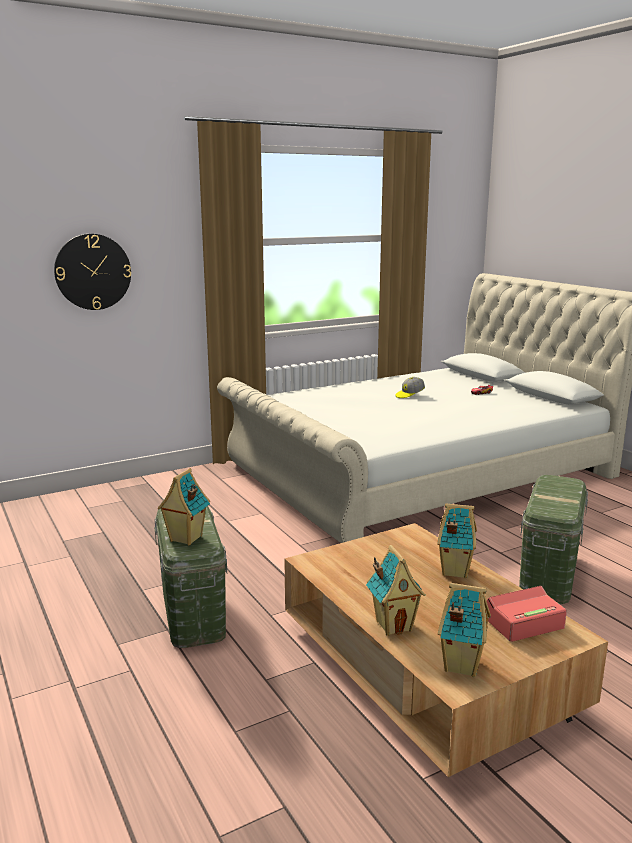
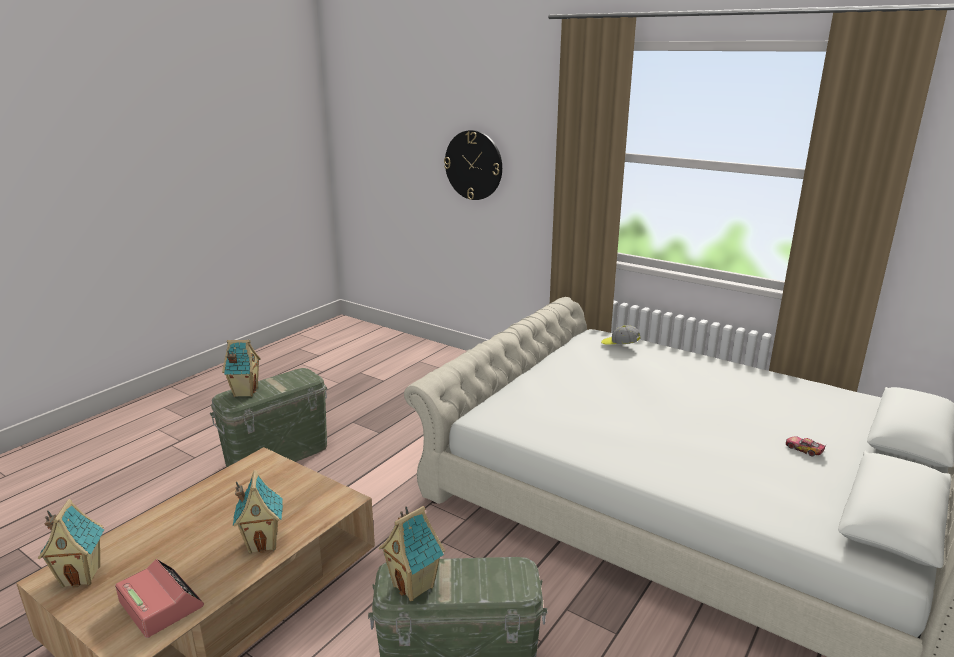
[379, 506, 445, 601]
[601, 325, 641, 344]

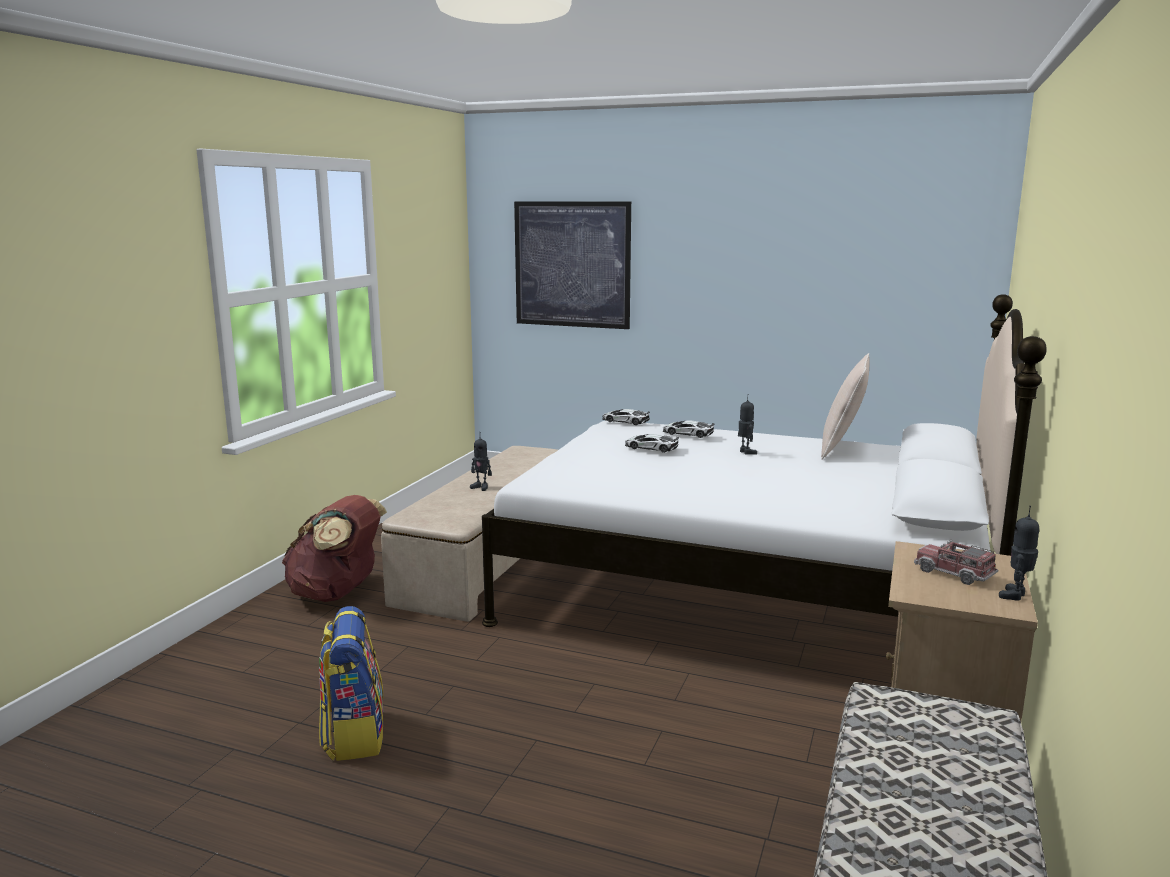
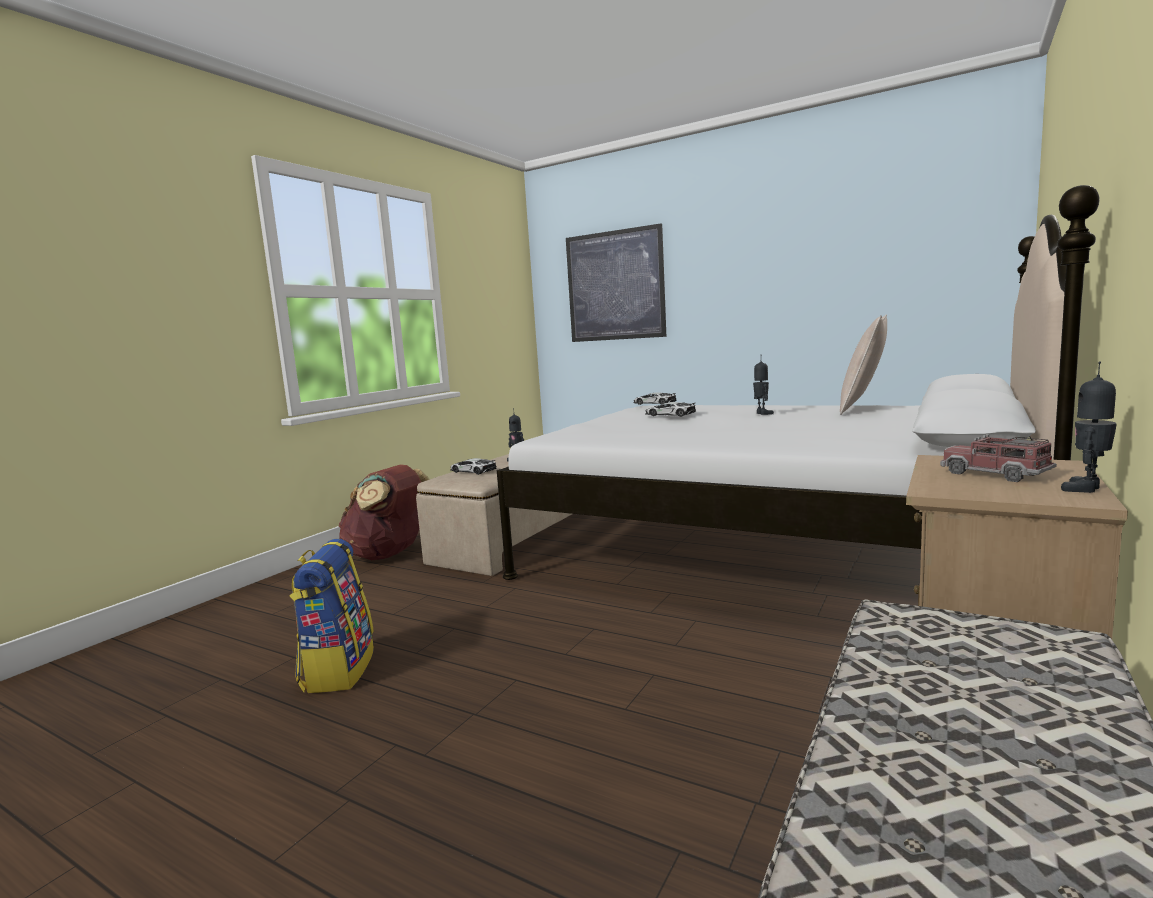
[450, 458, 496, 475]

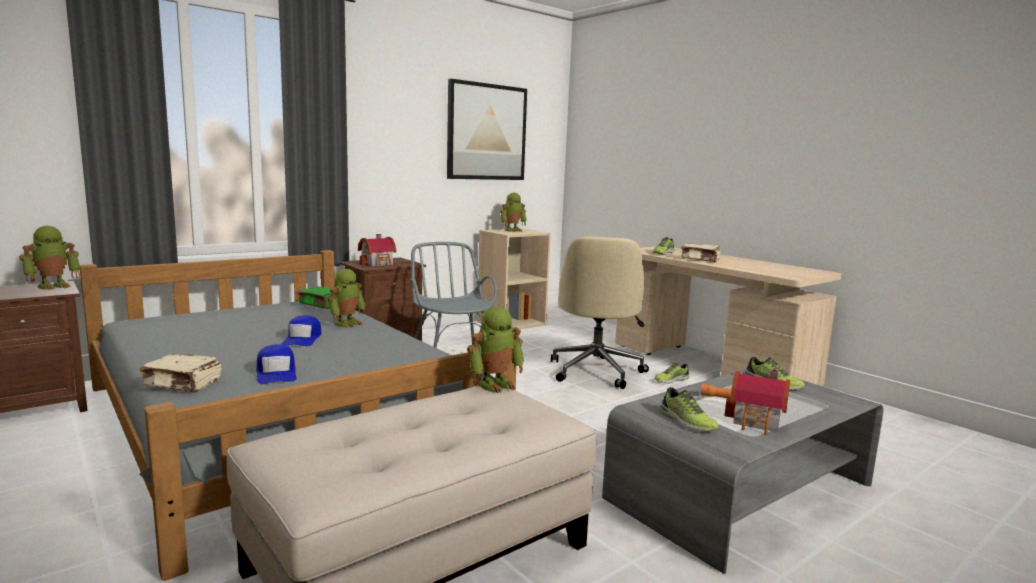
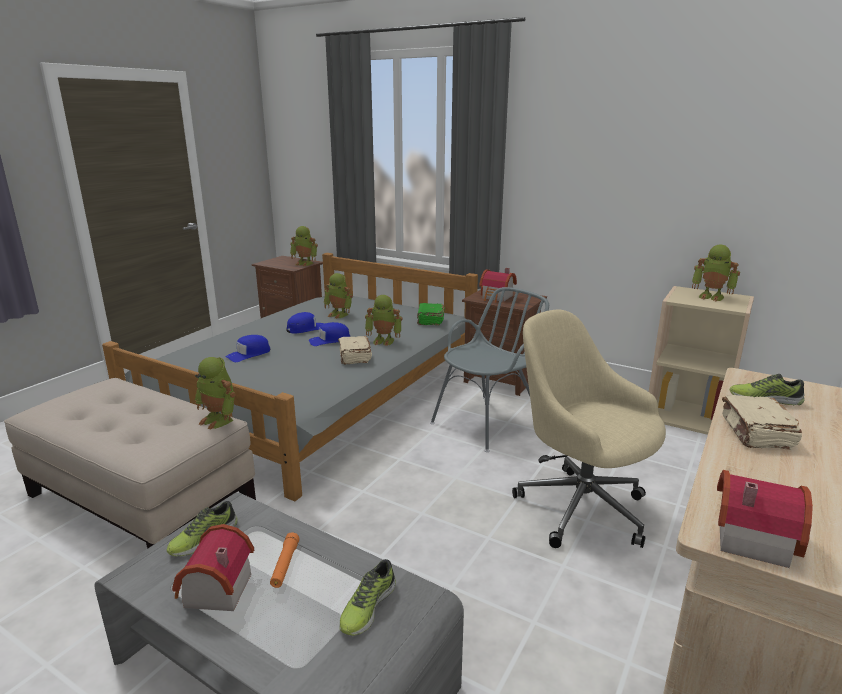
[447, 79, 527, 180] (first image)
[655, 363, 689, 383] (first image)
[286, 312, 324, 334]
[324, 273, 353, 319]
[717, 470, 813, 568]
[338, 336, 372, 365]
[512, 310, 666, 548]

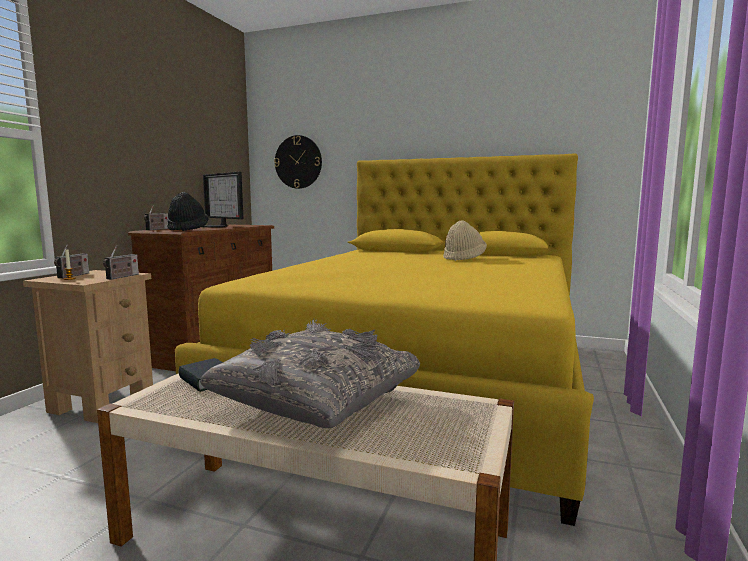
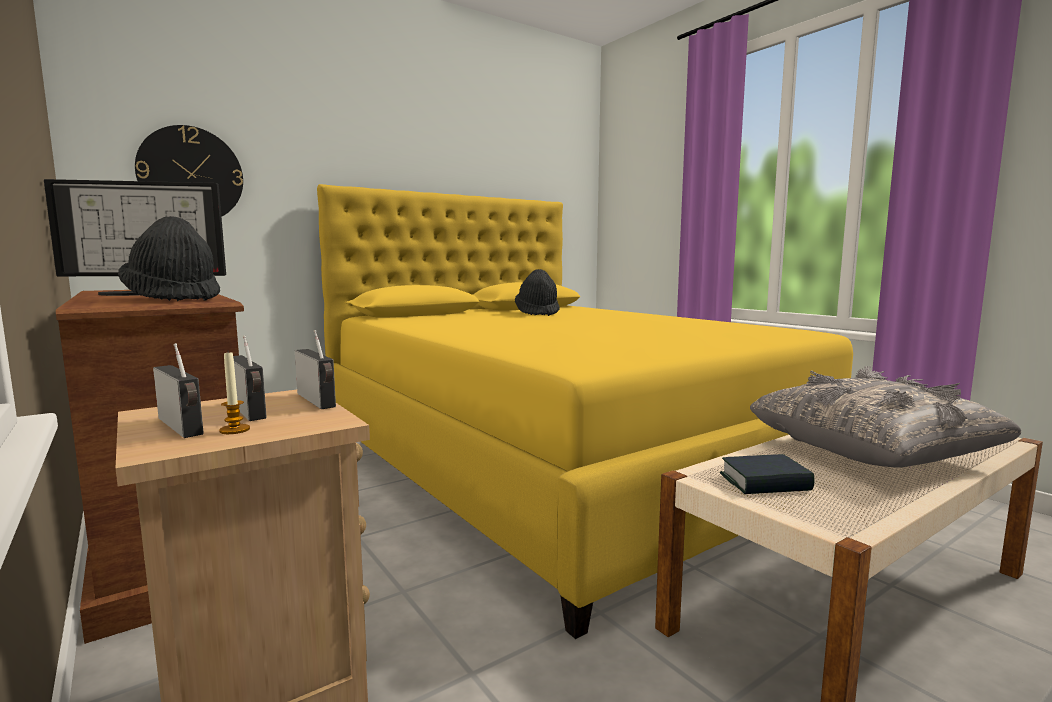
[233, 335, 267, 421]
[515, 269, 560, 316]

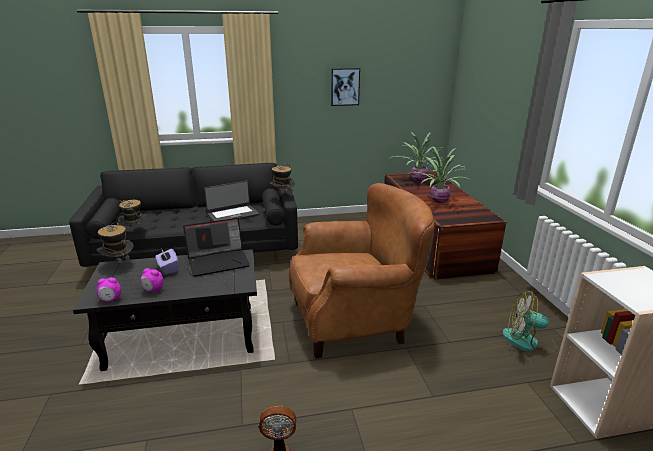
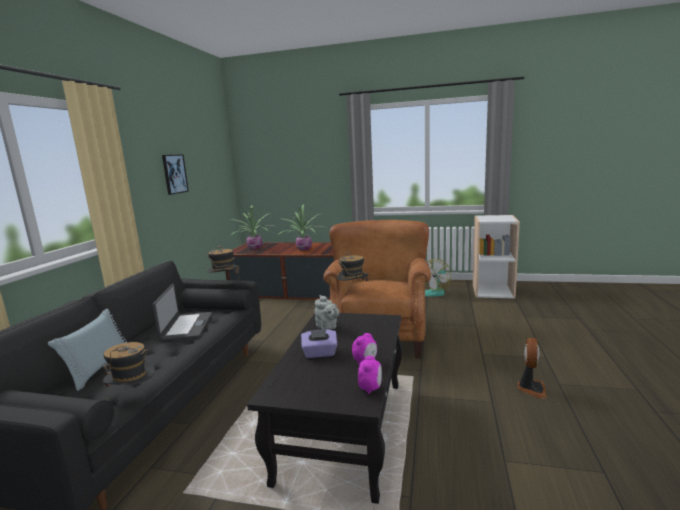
[48, 309, 127, 391]
[337, 252, 369, 287]
[315, 295, 339, 330]

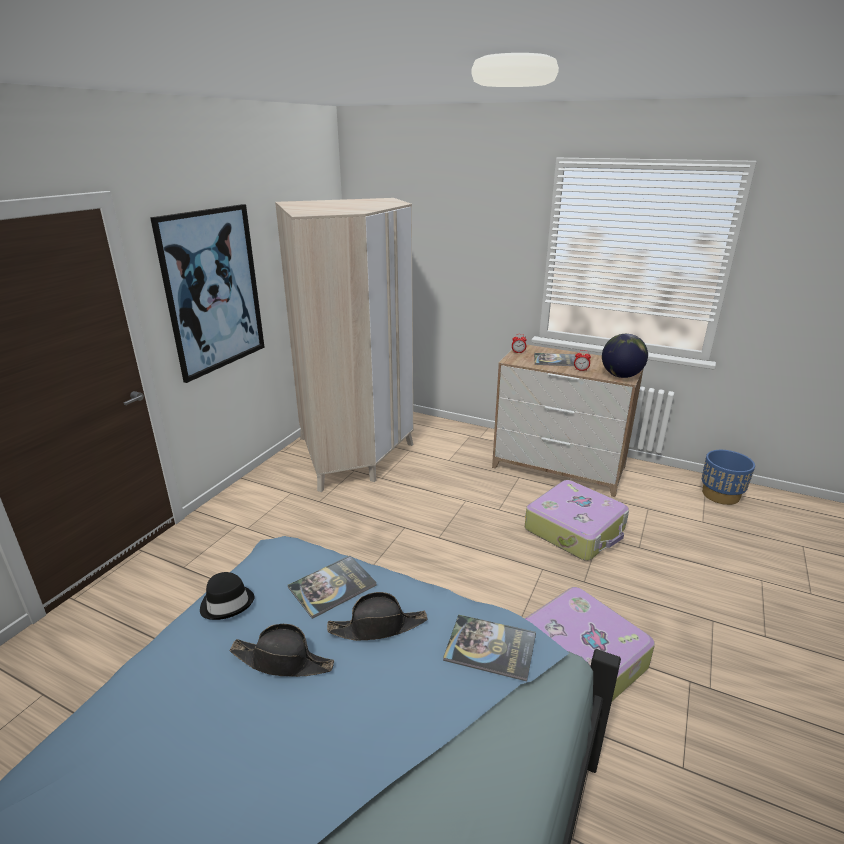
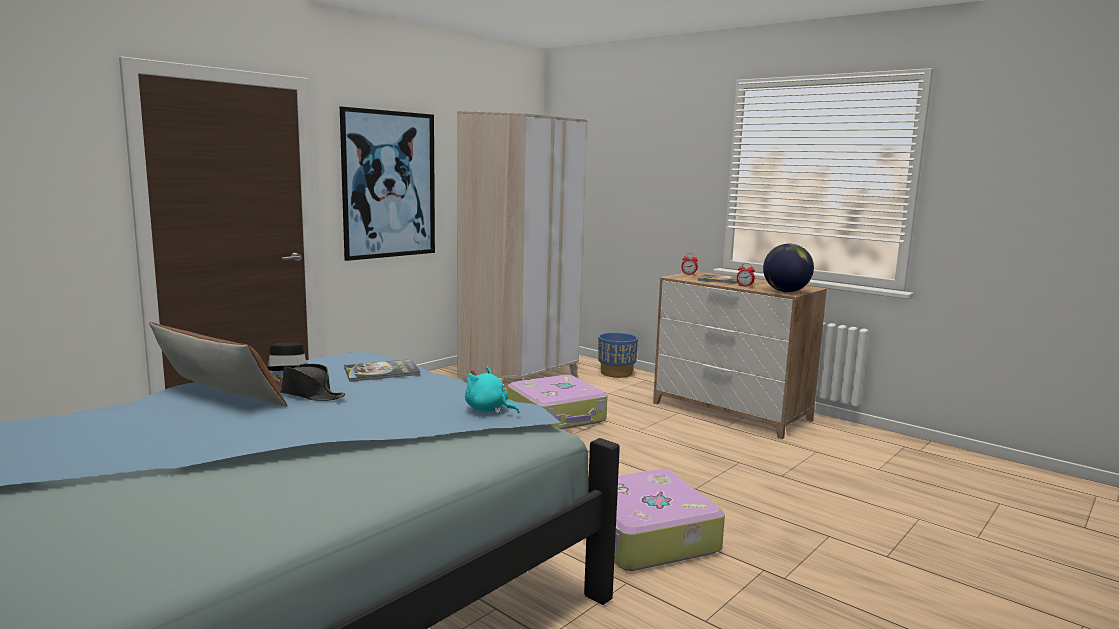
[327, 592, 428, 641] (first image)
[149, 322, 287, 407]
[507, 375, 607, 429]
[598, 332, 638, 378]
[465, 367, 520, 414]

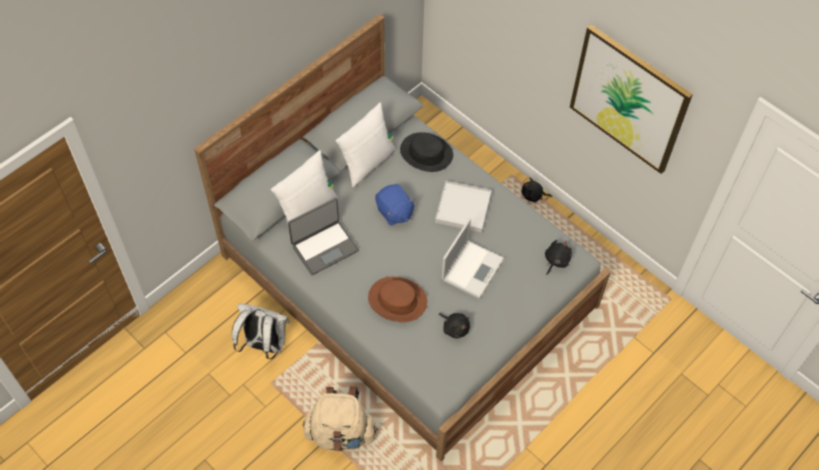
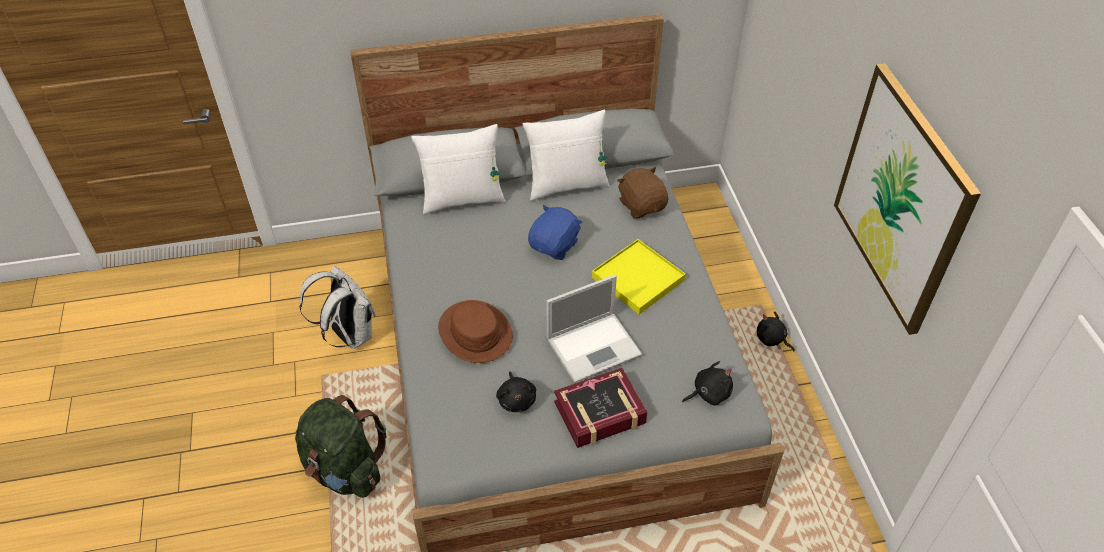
[288, 198, 359, 275] (first image)
[554, 368, 648, 448]
[617, 167, 668, 218]
[295, 395, 387, 498]
[592, 239, 686, 314]
[528, 205, 582, 260]

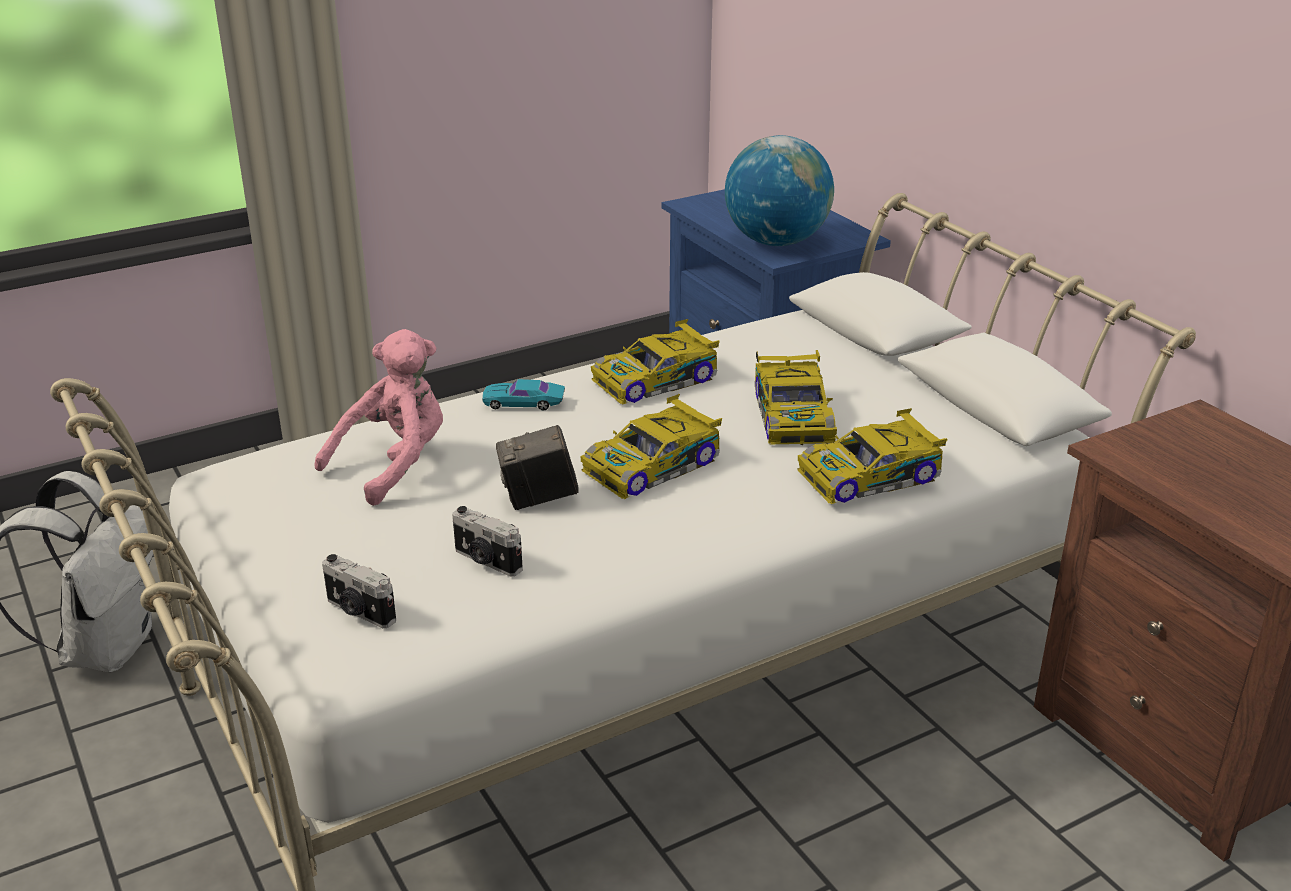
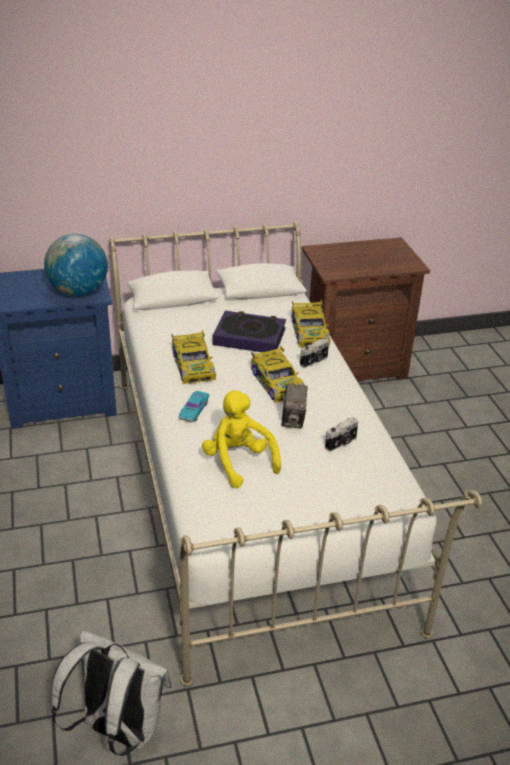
[300, 338, 329, 368]
[212, 311, 286, 354]
[202, 390, 281, 488]

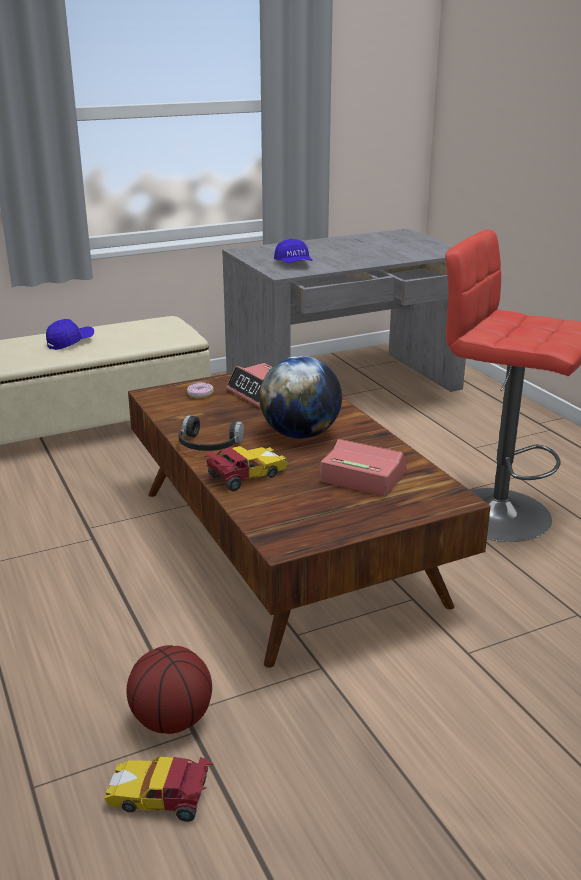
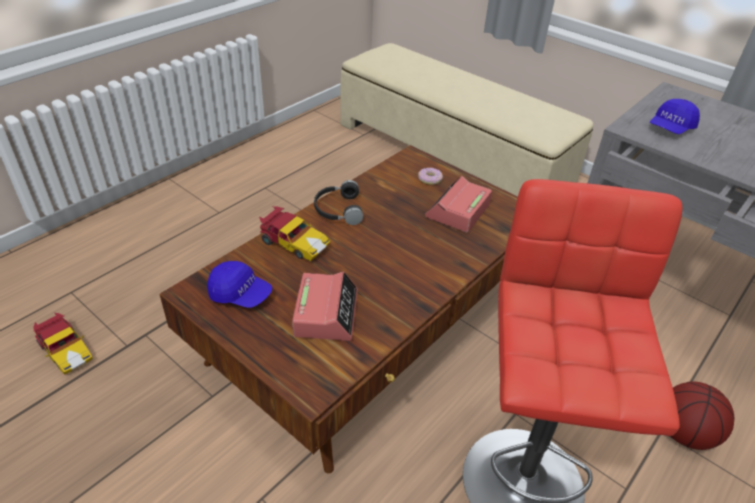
[259, 356, 342, 439] (first image)
[207, 261, 272, 308]
[671, 381, 734, 450]
[34, 313, 93, 375]

